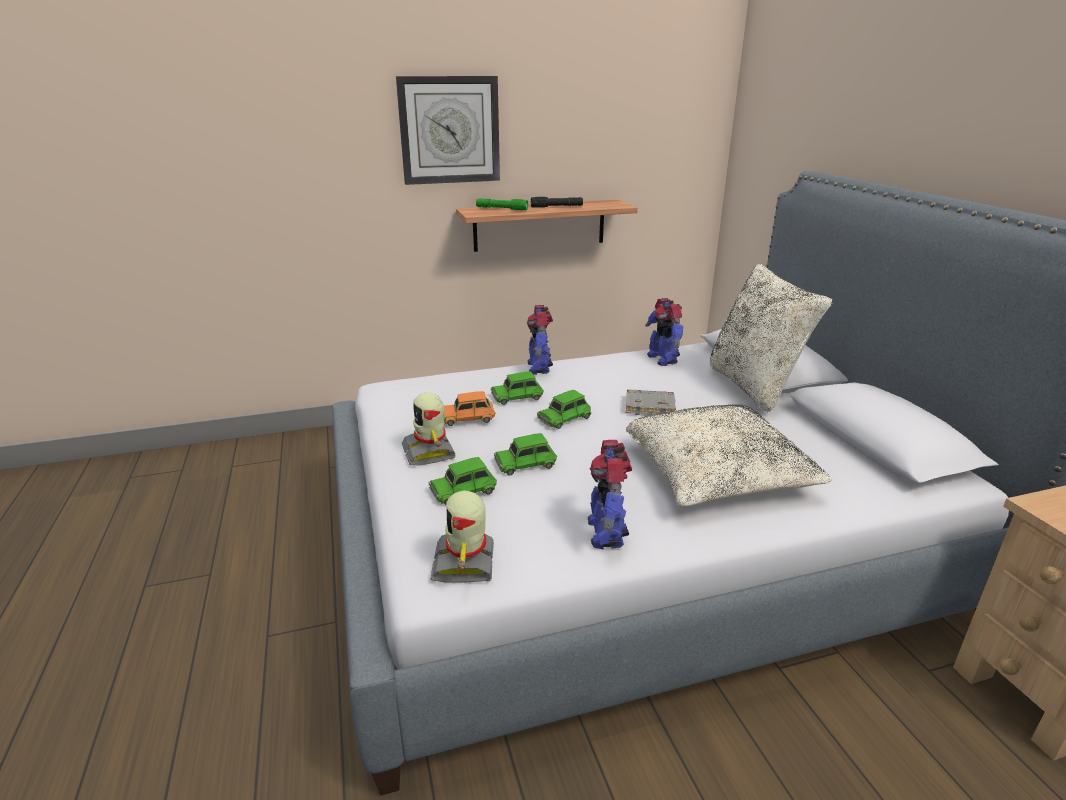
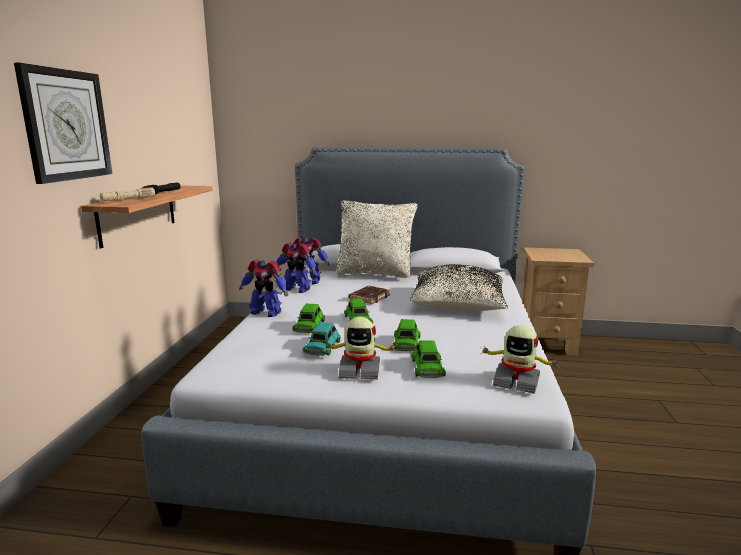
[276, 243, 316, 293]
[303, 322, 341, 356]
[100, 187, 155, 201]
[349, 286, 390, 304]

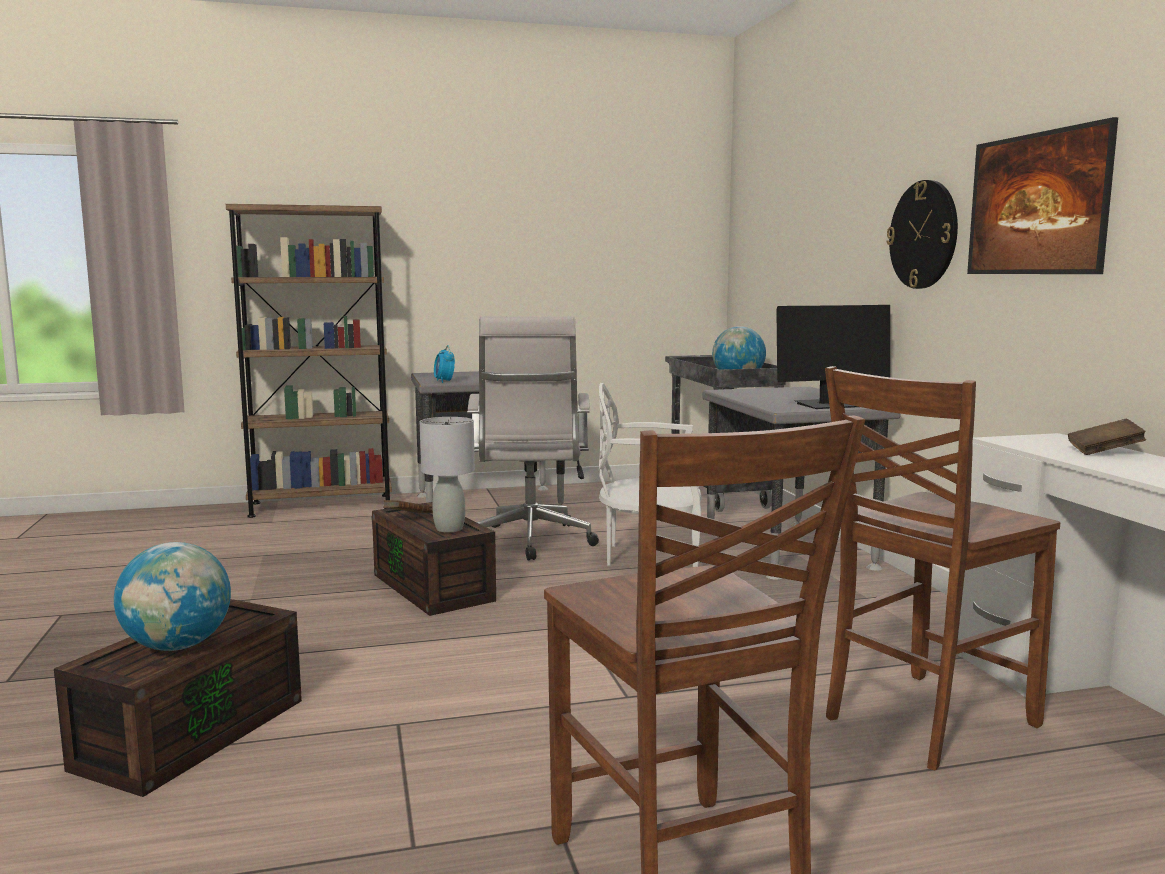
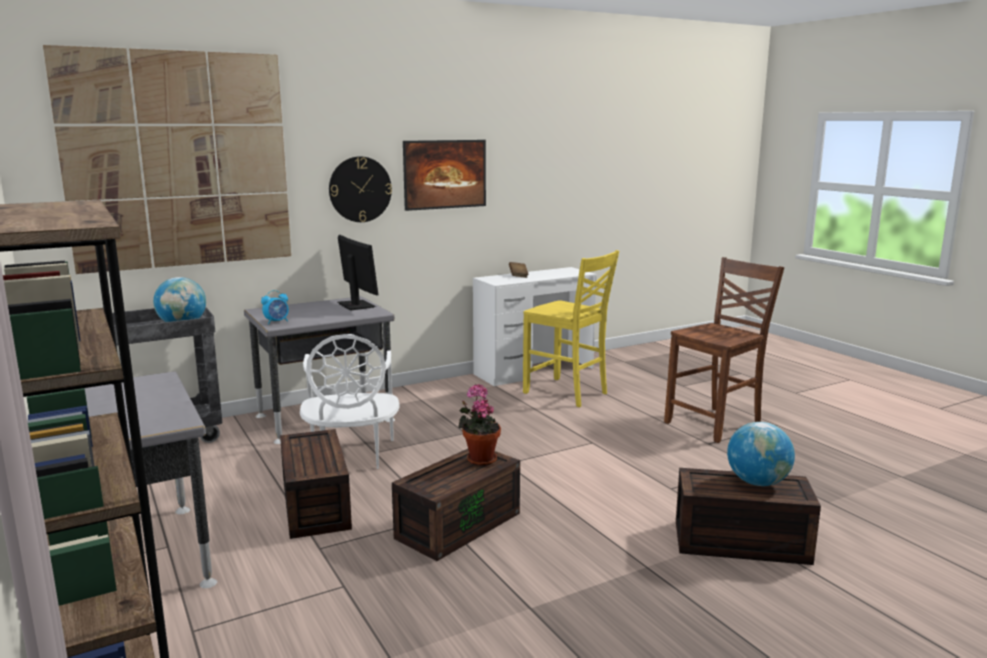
[383, 500, 433, 513] (first image)
[43, 45, 291, 274]
[261, 290, 289, 324]
[458, 384, 501, 466]
[280, 429, 352, 539]
[523, 250, 619, 407]

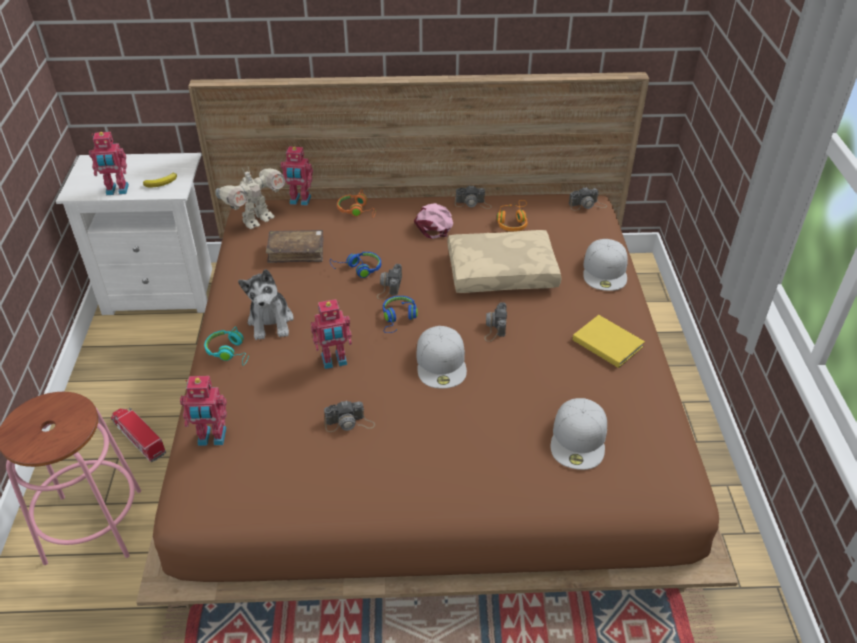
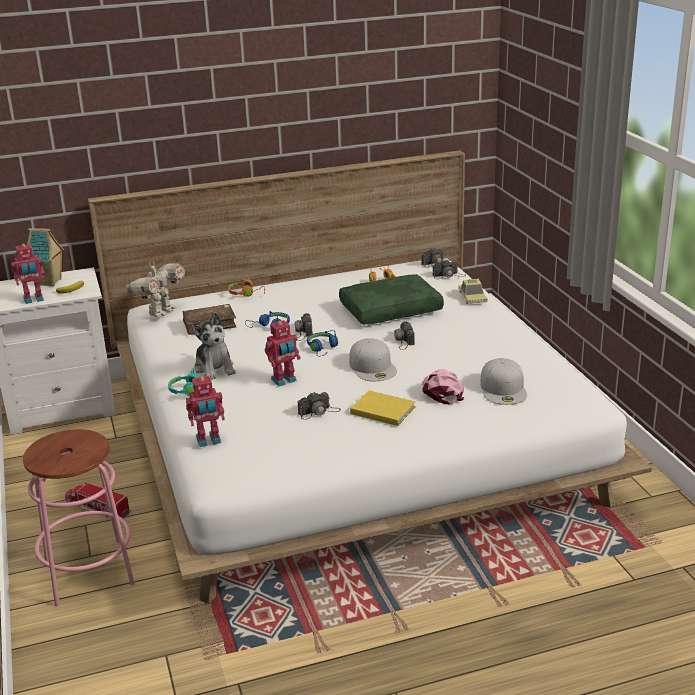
[281, 146, 313, 206] (first image)
[27, 228, 64, 286]
[422, 369, 464, 404]
[433, 259, 466, 279]
[350, 390, 415, 426]
[458, 279, 488, 304]
[88, 151, 652, 604]
[339, 274, 444, 325]

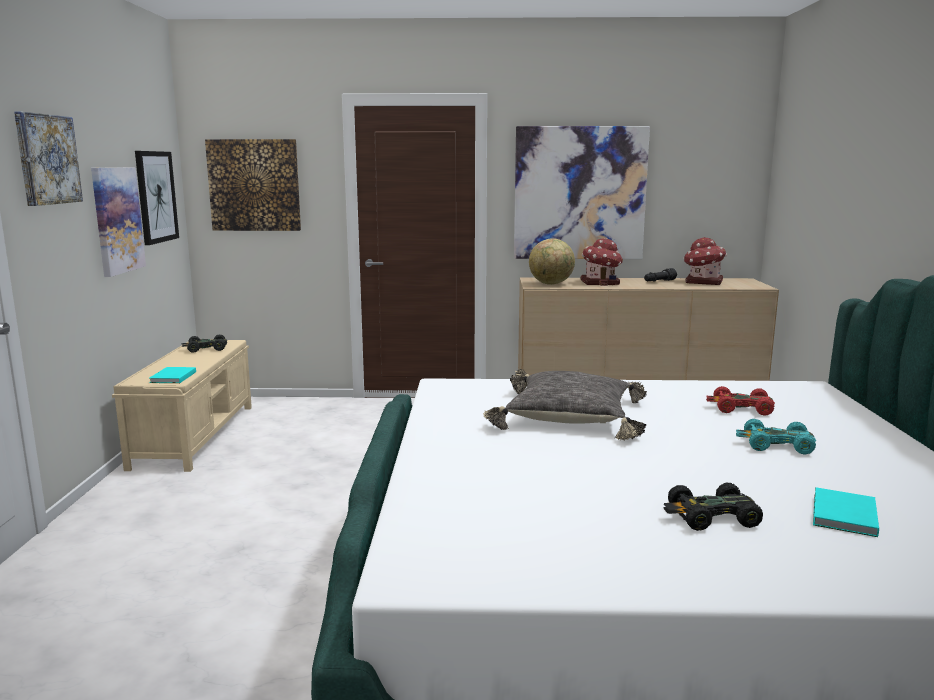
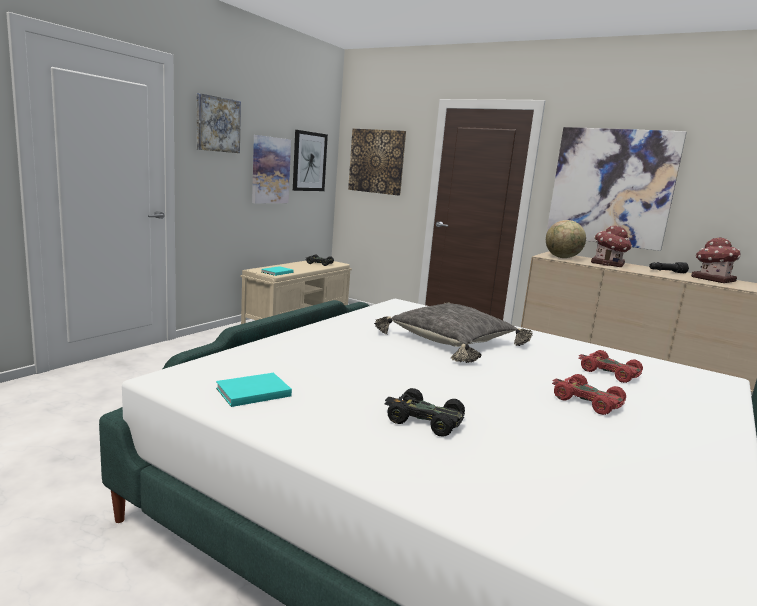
[216, 373, 292, 407]
[552, 374, 626, 415]

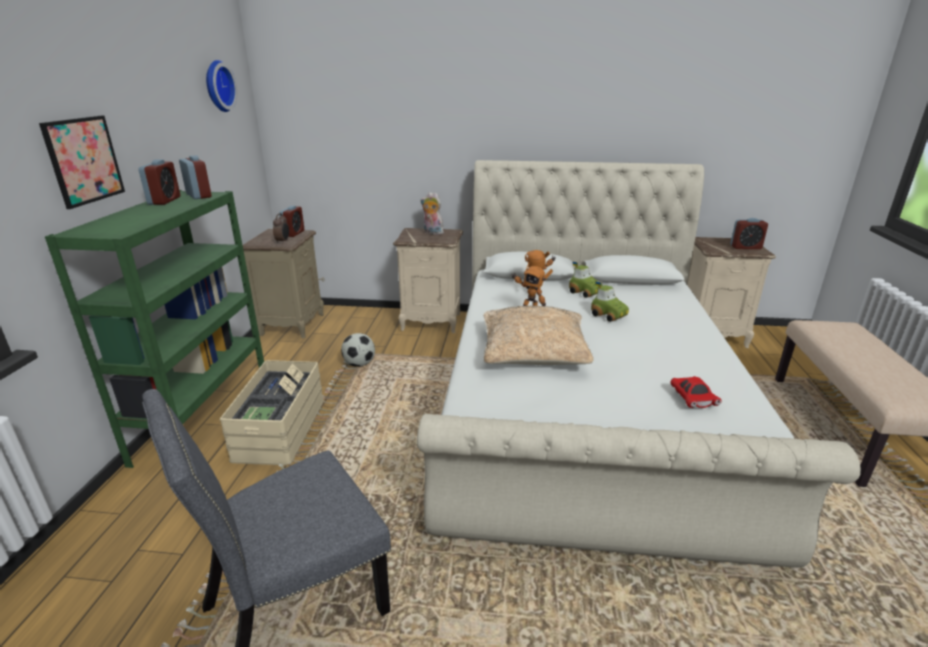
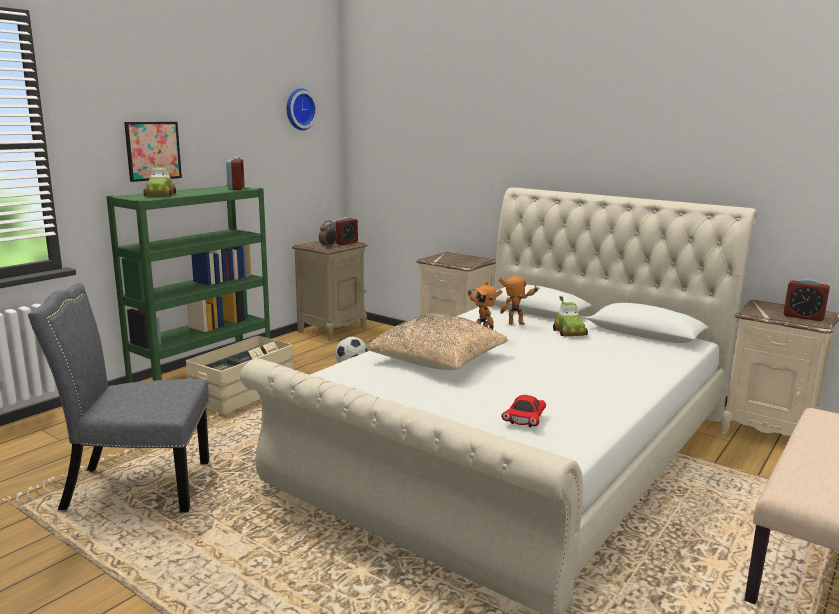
[138, 160, 180, 205] (first image)
[421, 192, 444, 235] (first image)
[143, 160, 176, 196]

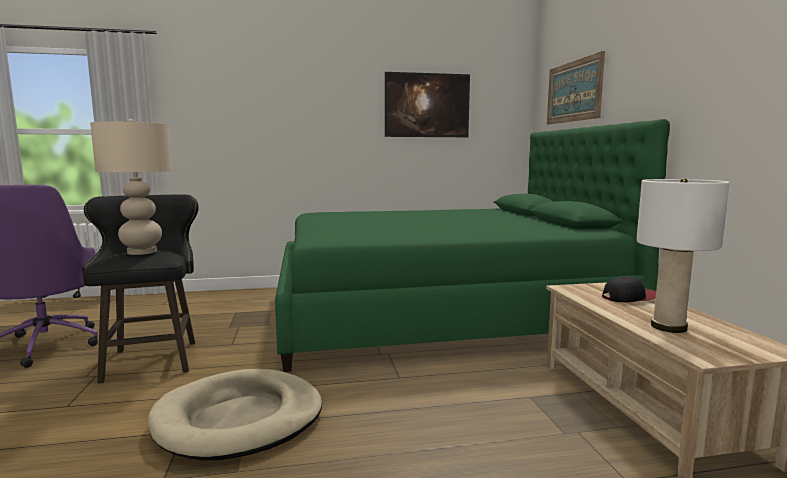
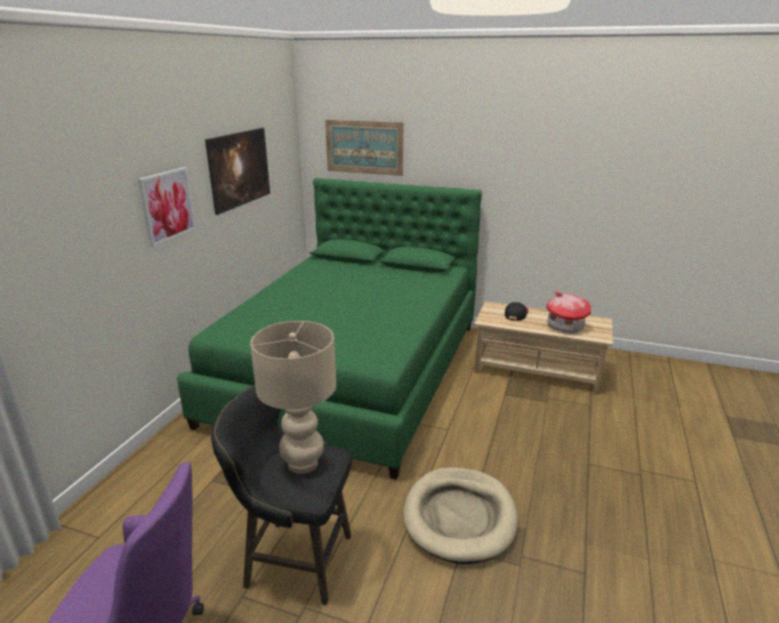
[138, 167, 196, 247]
[546, 291, 591, 333]

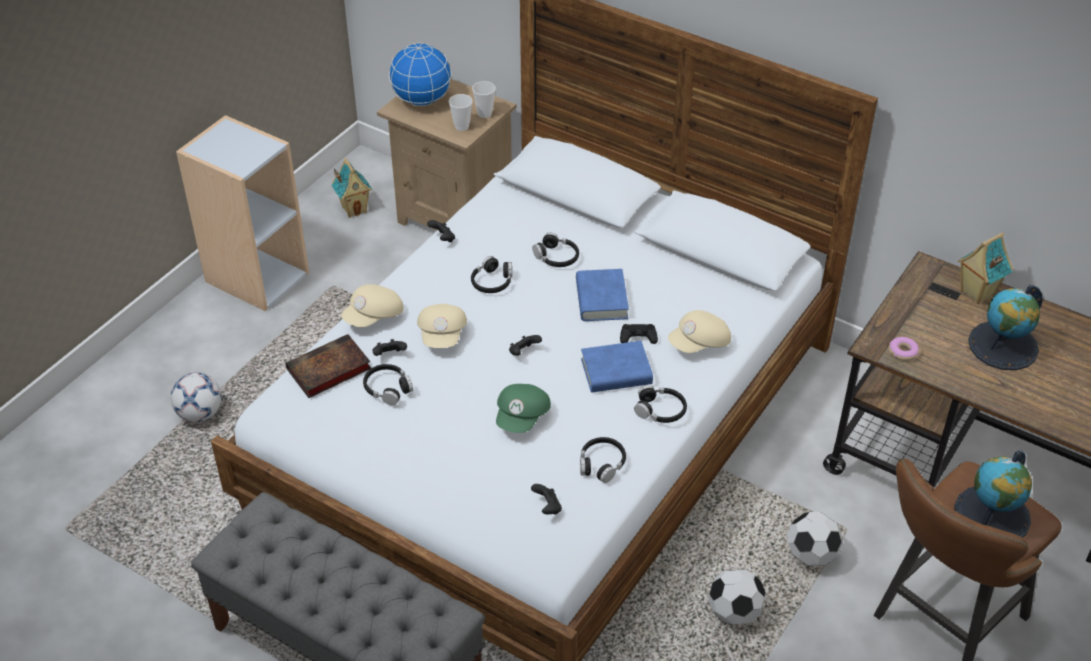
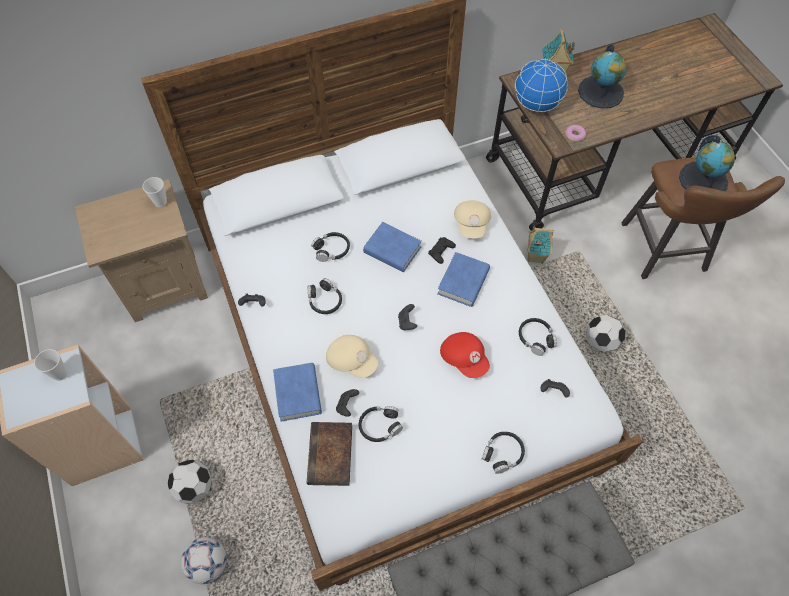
[527, 228, 554, 264]
[515, 58, 568, 113]
[34, 349, 68, 381]
[482, 432, 525, 474]
[167, 460, 212, 504]
[273, 363, 322, 421]
[440, 332, 490, 378]

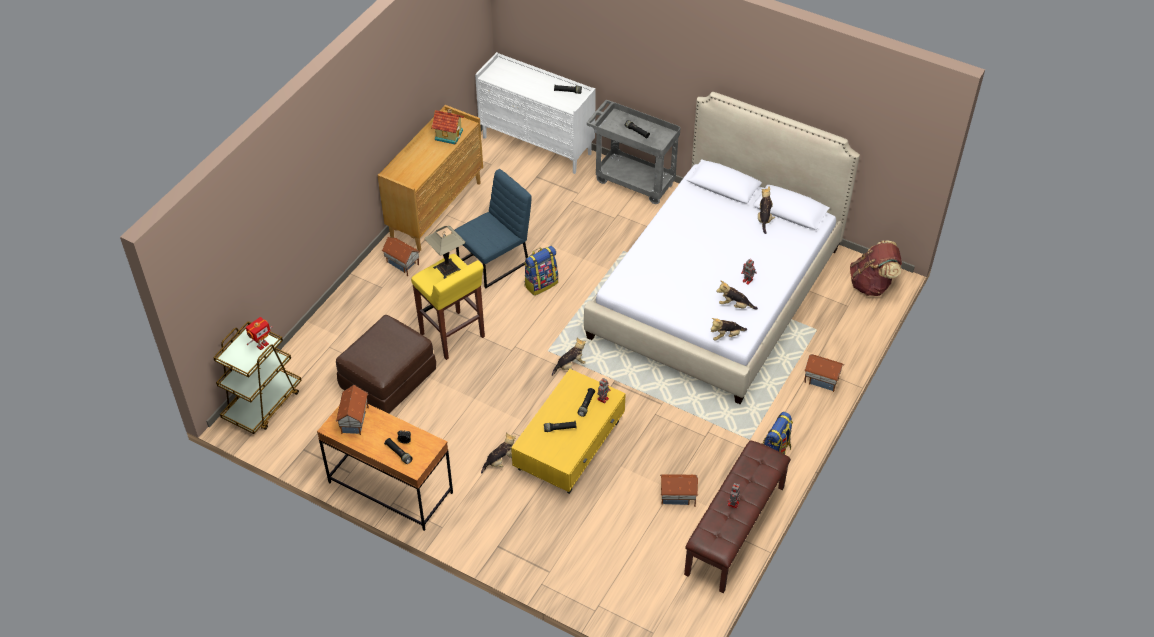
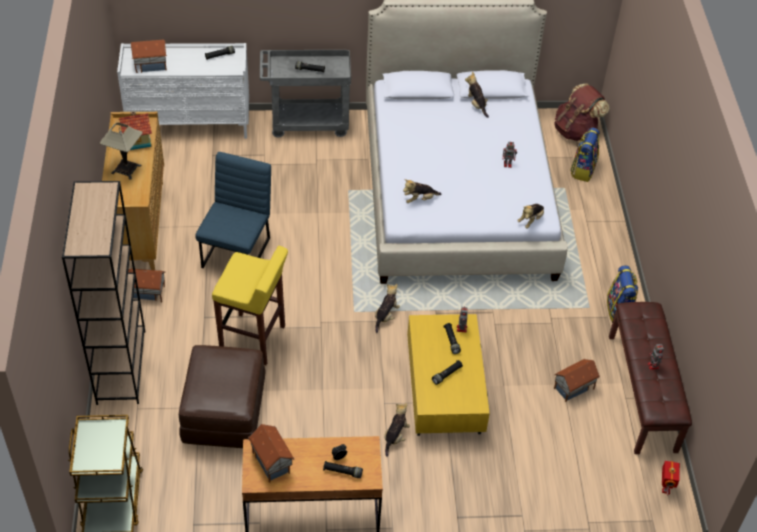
[62, 181, 145, 405]
[662, 461, 680, 496]
[100, 122, 143, 180]
[570, 128, 599, 182]
[403, 179, 441, 203]
[131, 40, 167, 73]

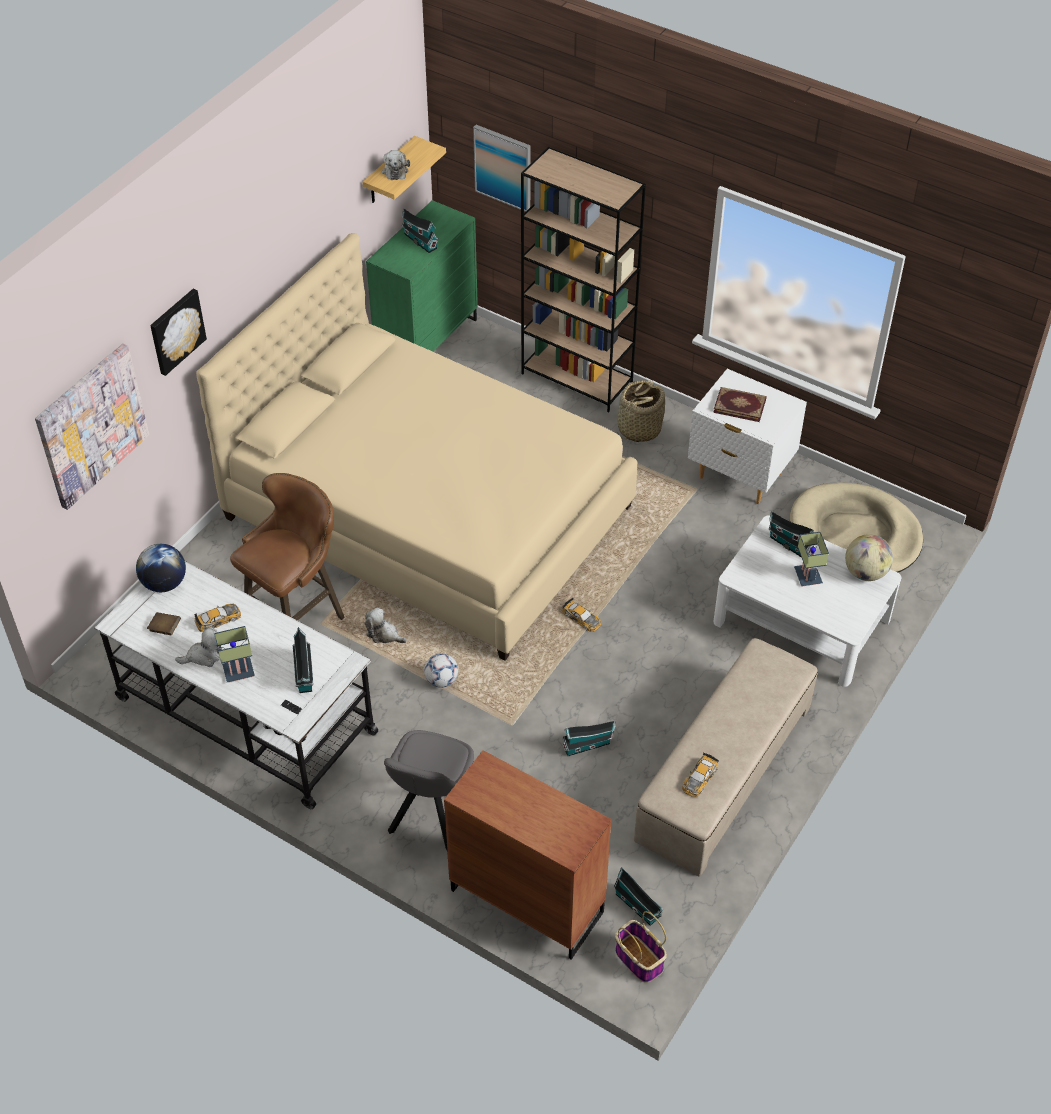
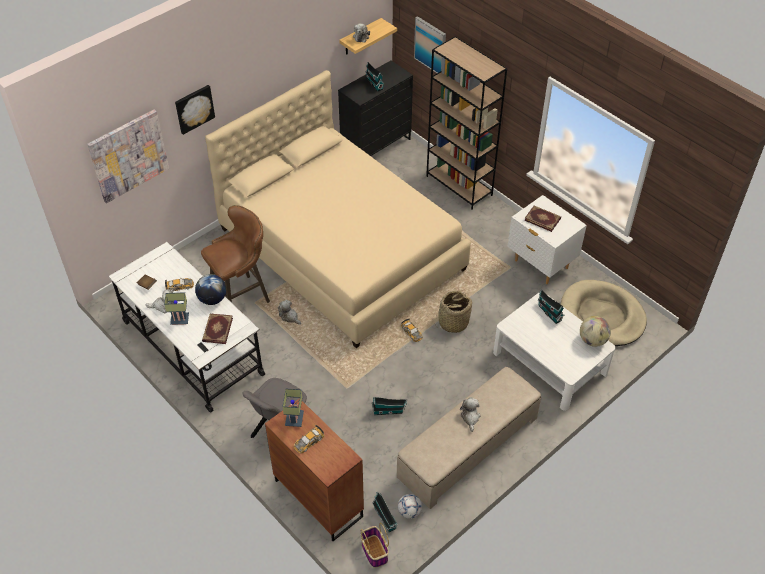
[460, 397, 481, 432]
[195, 274, 226, 305]
[398, 494, 422, 519]
[436, 291, 472, 333]
[294, 425, 325, 454]
[282, 389, 304, 427]
[202, 313, 233, 344]
[338, 61, 413, 156]

